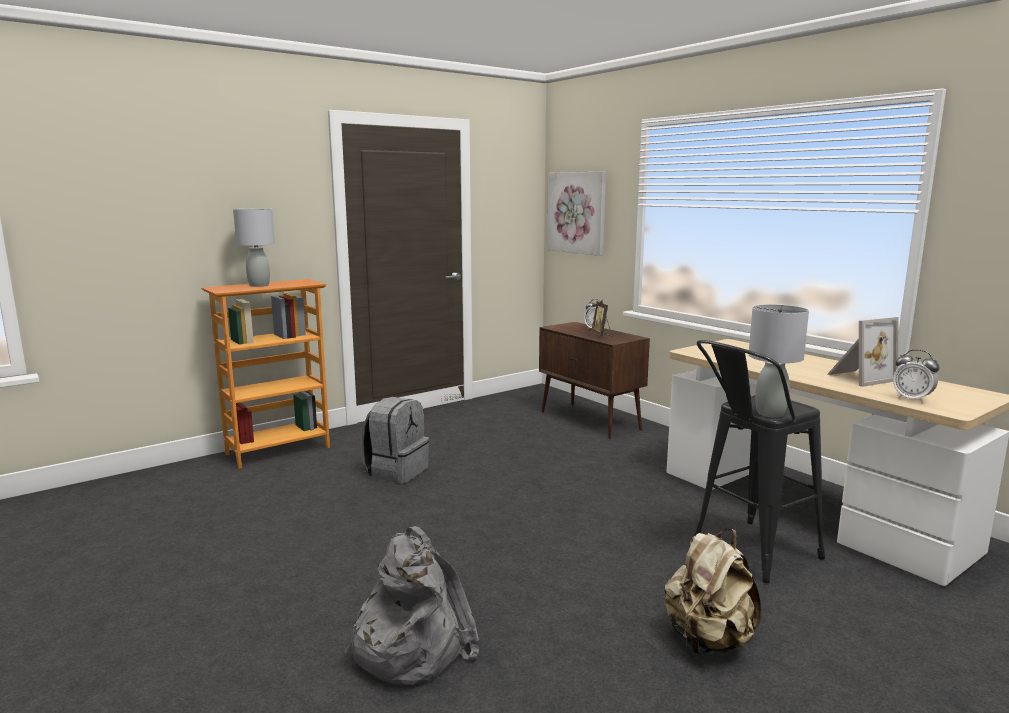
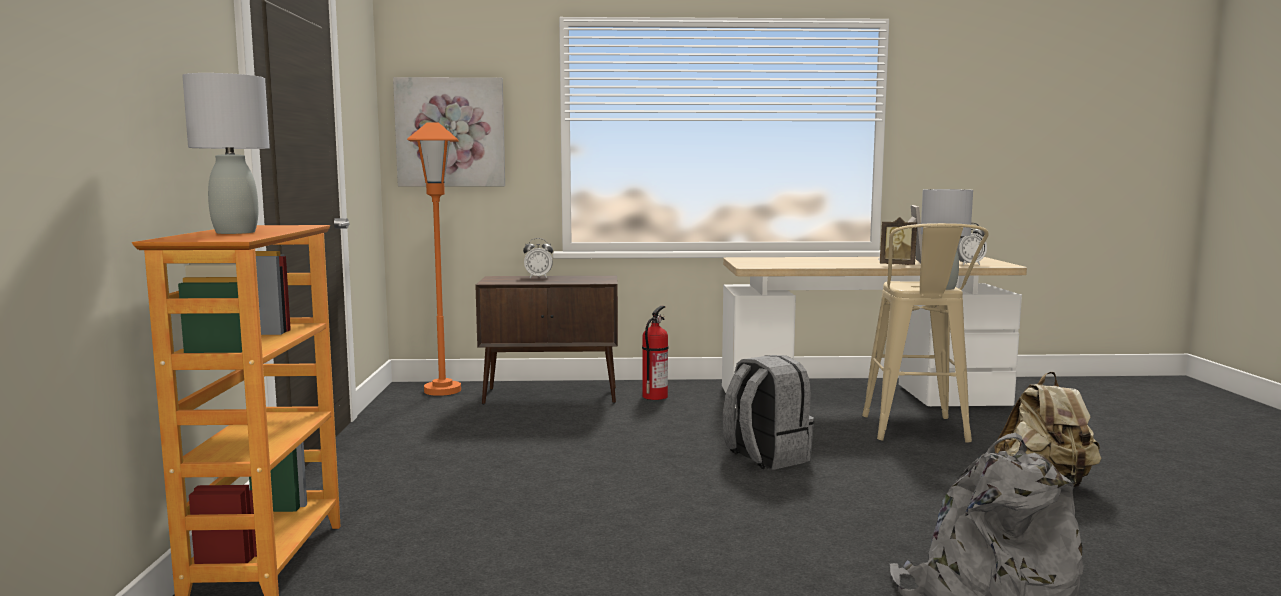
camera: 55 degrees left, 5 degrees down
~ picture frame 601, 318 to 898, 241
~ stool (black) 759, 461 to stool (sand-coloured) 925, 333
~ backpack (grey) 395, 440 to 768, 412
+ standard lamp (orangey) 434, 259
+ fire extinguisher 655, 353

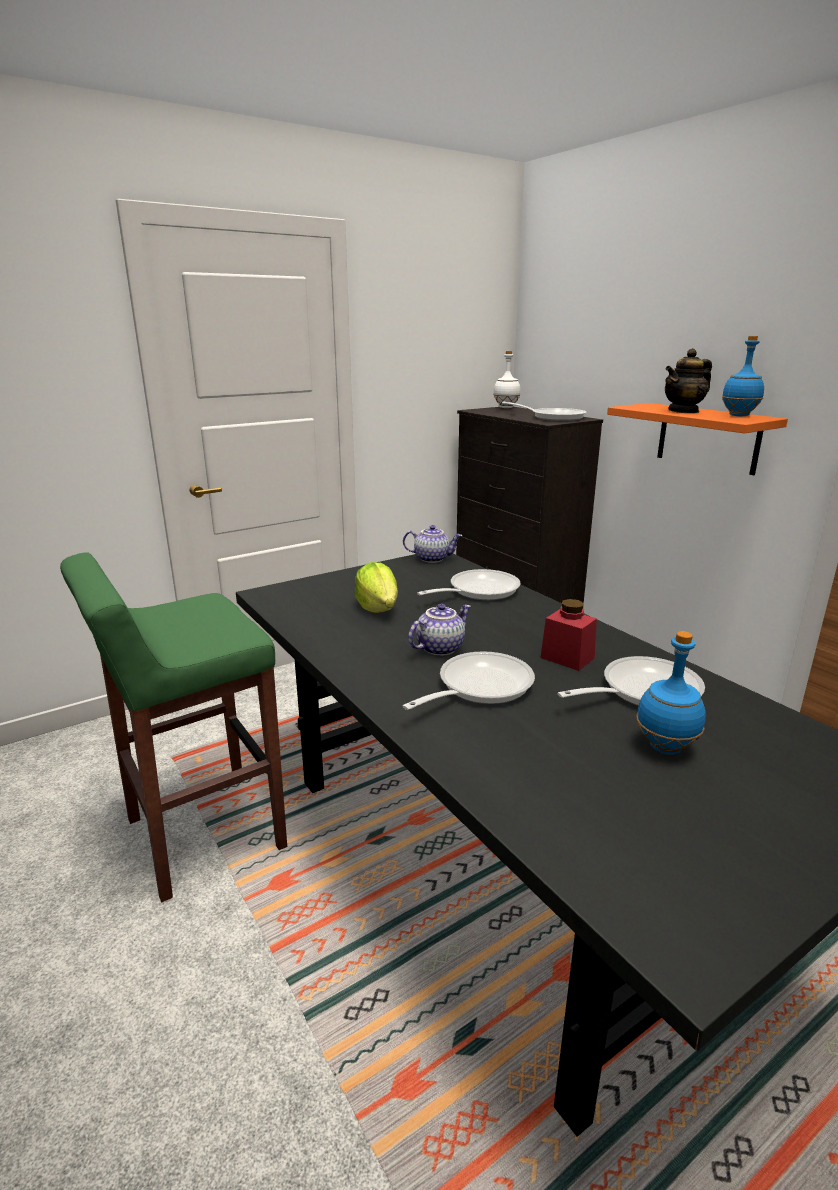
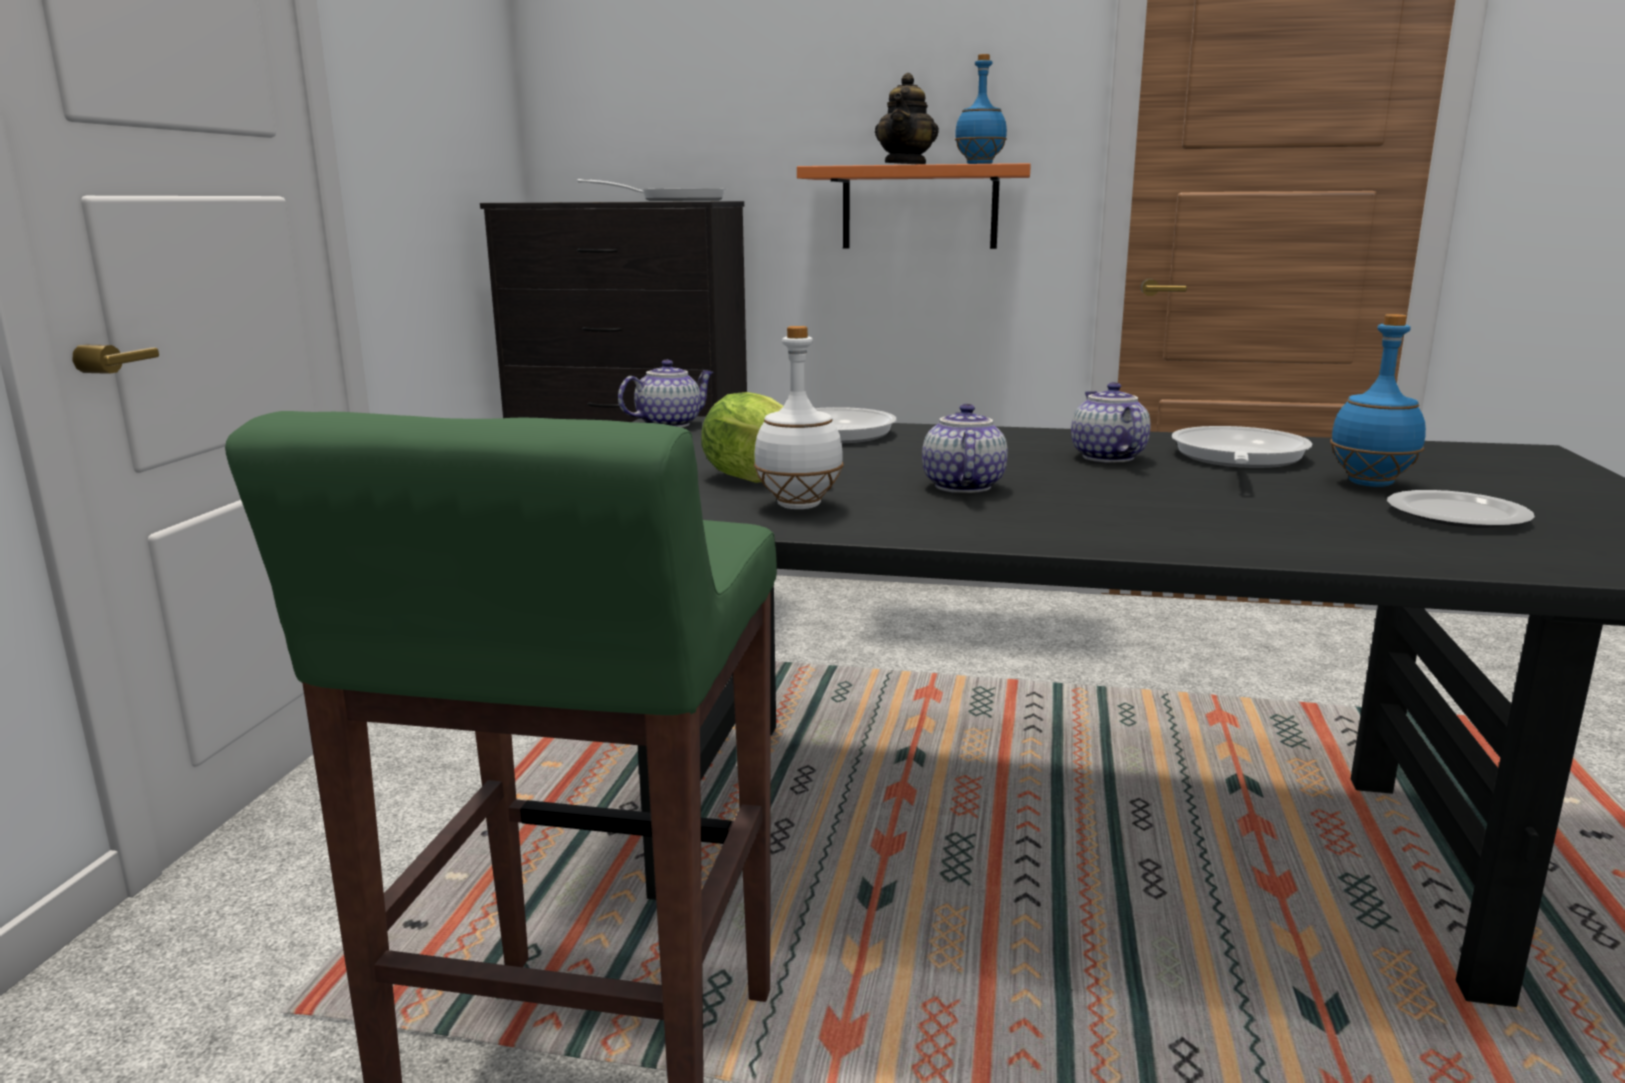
camera: 45 degrees left, 5 degrees down
~ bottle (white) 507, 379 to 799, 417
~ jar (red) 568, 635 to pot for tea 1111, 422
- skillet 469, 680
+ flat dish 1461, 509

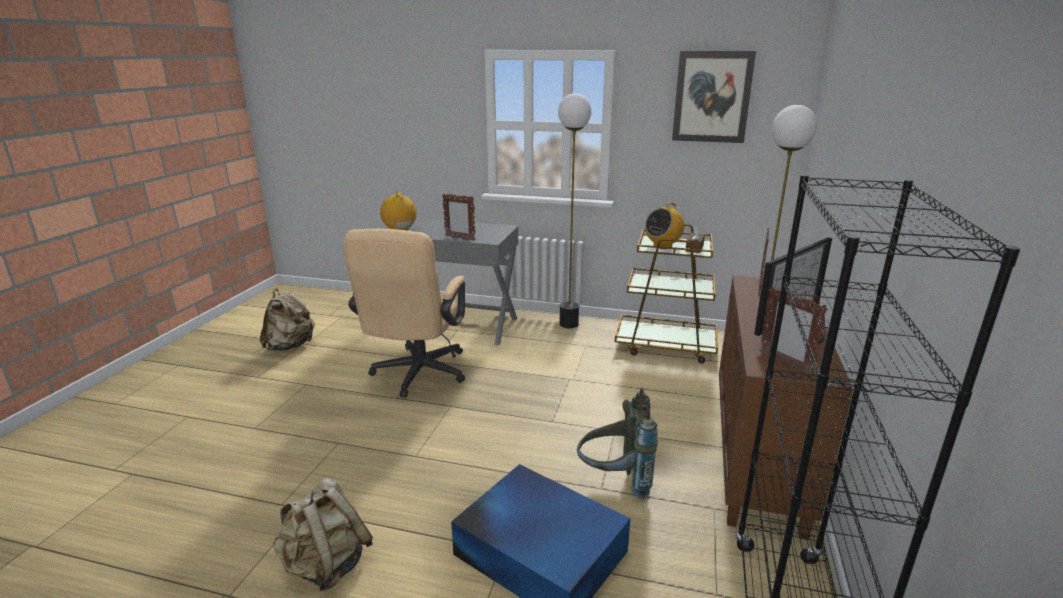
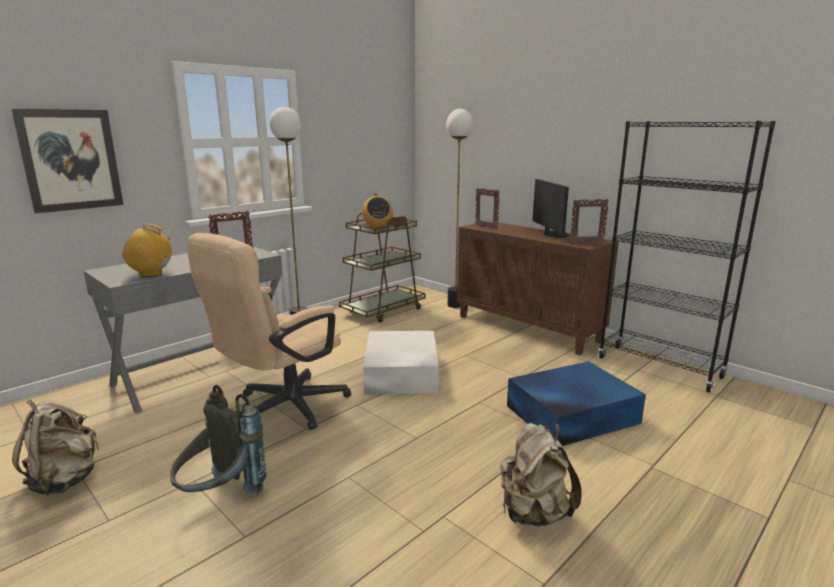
camera: 60 degrees left, 5 degrees down
~ wall picture 714, 97 to 67, 161
~ desk chair (sand-coloured) 404, 313 = 269, 331 90 degrees clockwise
~ backpack (grey) 617, 443 to 218, 440
+ storage bin (white) 401, 362

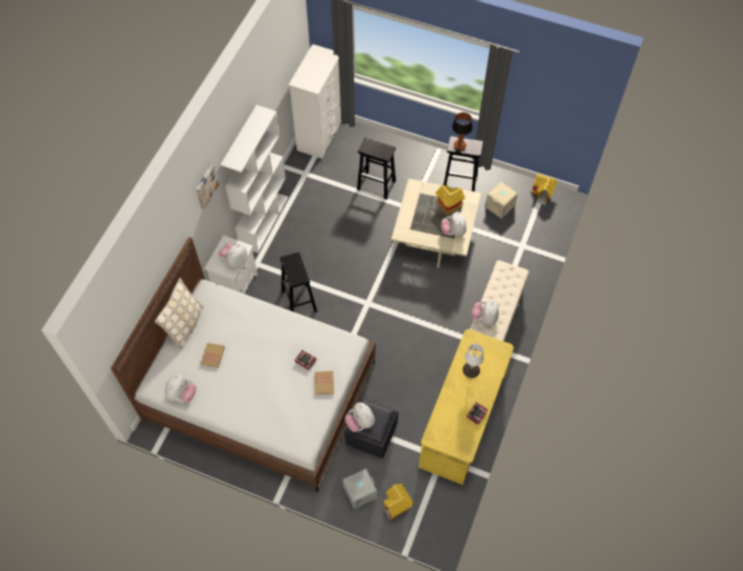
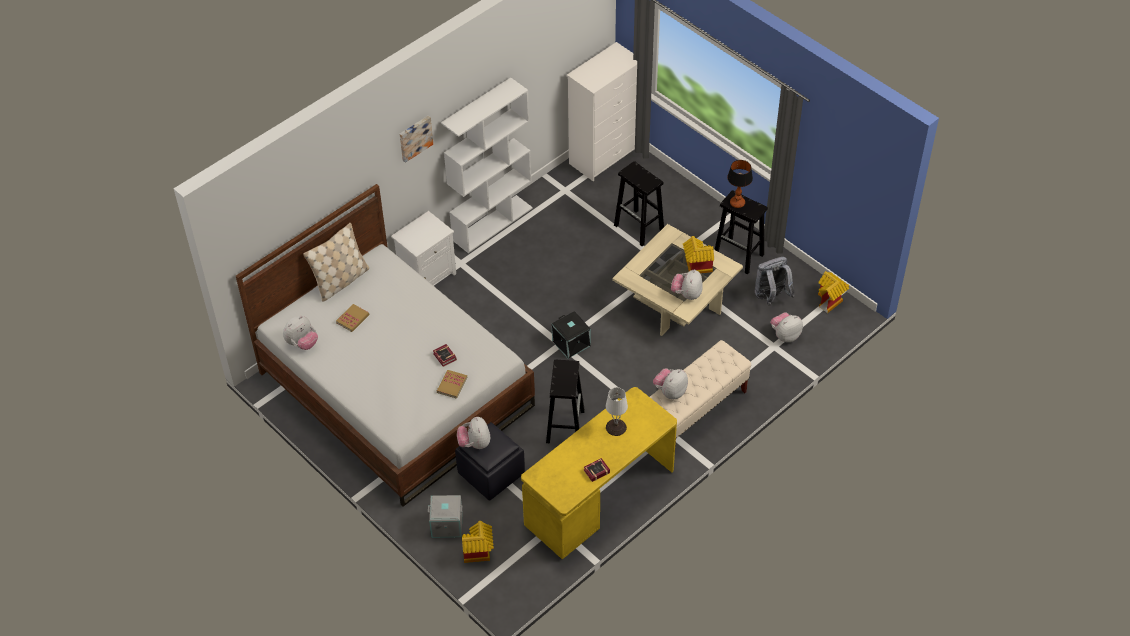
camera: 25 degrees right, 10 degrees down
~ storage bin (sand-coloured) 501, 200 to backpack (grey) 775, 281
~ plush toy 233, 255 to 786, 327
~ stool (black) 298, 282 to 565, 401
+ storage bin (black) 571, 334

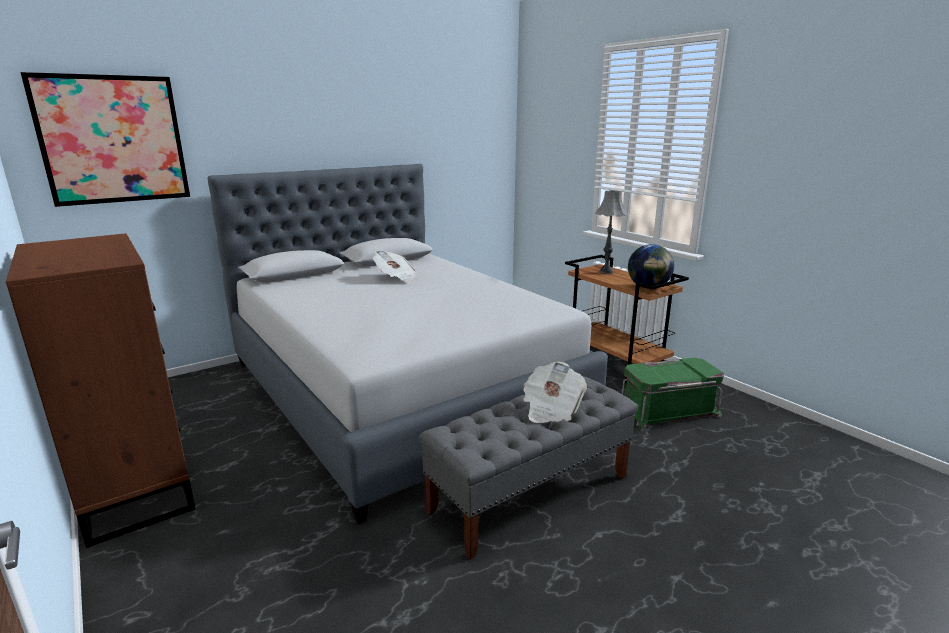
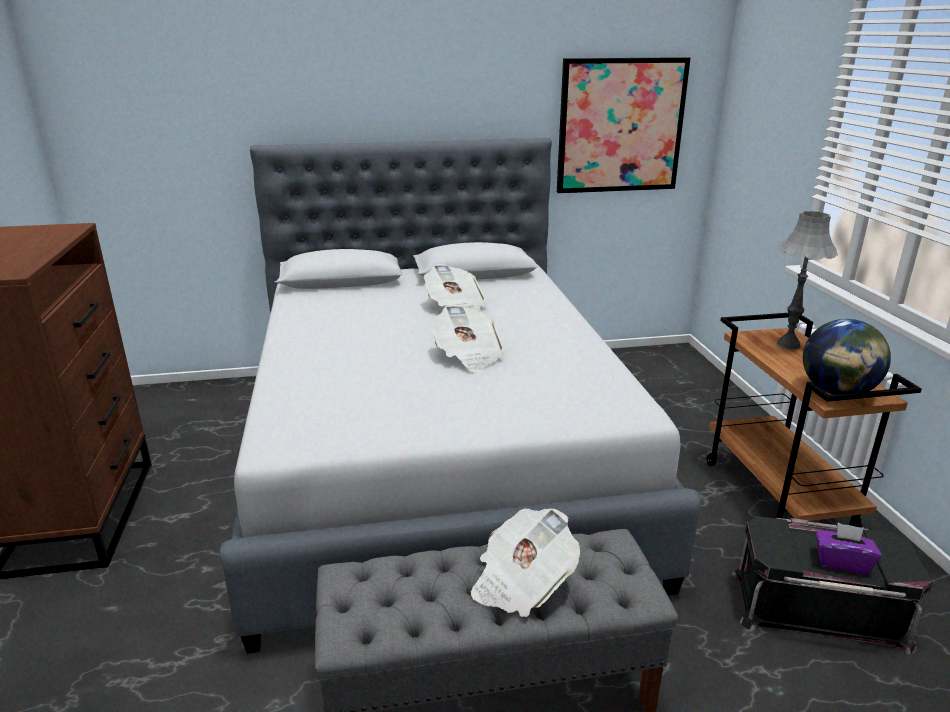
camera: 25 degrees right, 5 degrees up
~ wall picture 105, 139 to 624, 125
~ storage bin (green) 673, 393 to storage bin (black) 832, 585
+ printed paper 468, 338
+ tissue box (purple-coloured) 849, 548

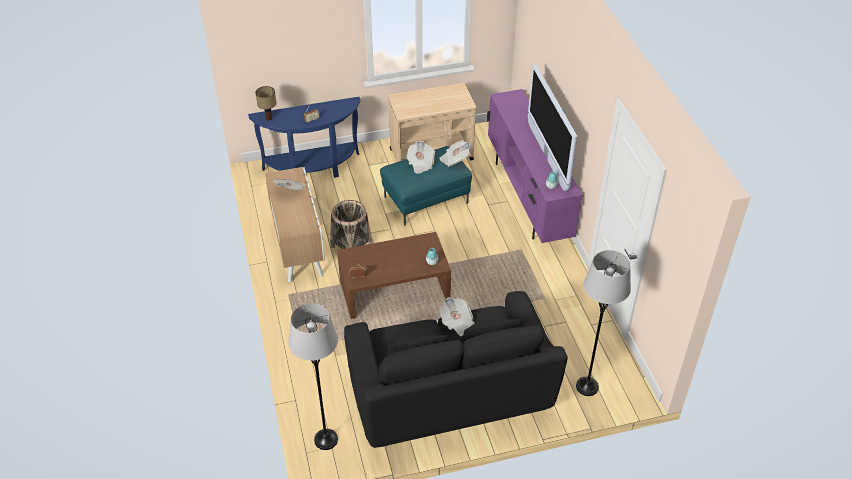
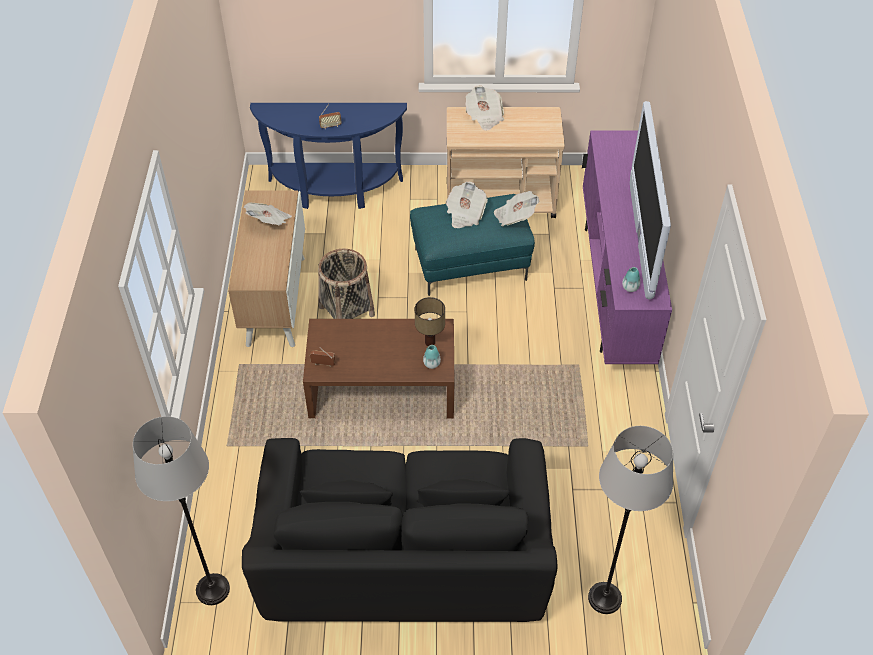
camera: 15 degrees right, 5 degrees up
~ tabletop lamp 265, 103 to 430, 321
~ printed paper 457, 316 to 484, 108

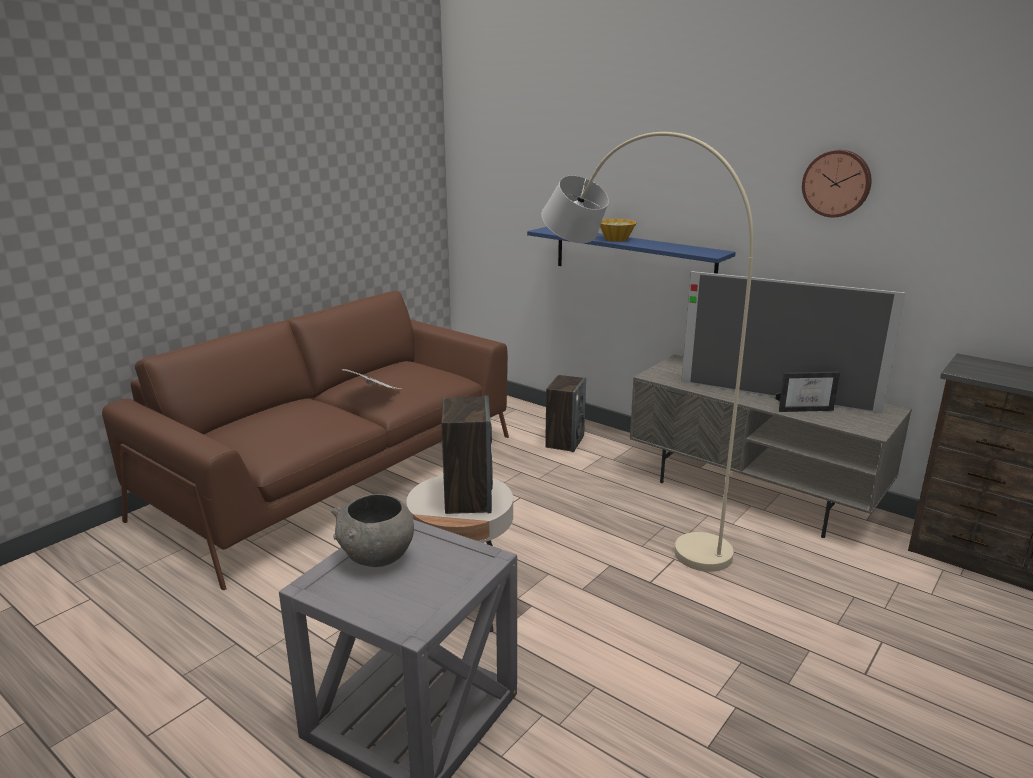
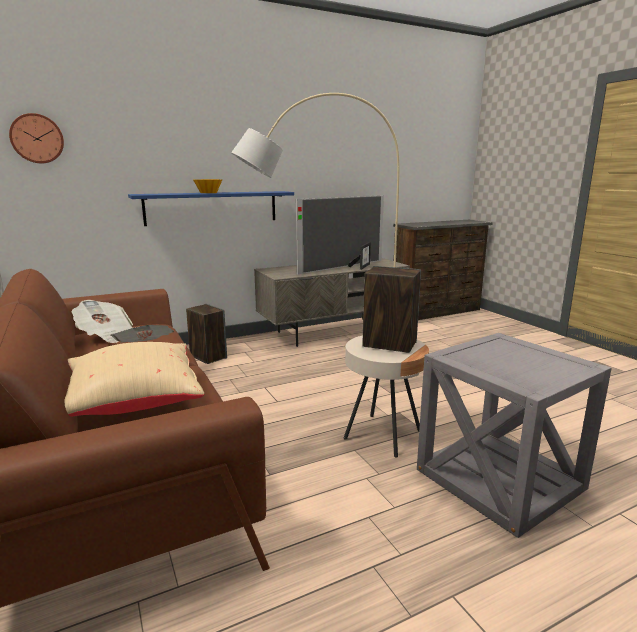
camera: 65 degrees left, 5 degrees down
~ hanging clock 837, 183 to 36, 138
- bowl (grey) 372, 530
+ printed paper 102, 321
+ cushion (sand-coloured) 134, 379

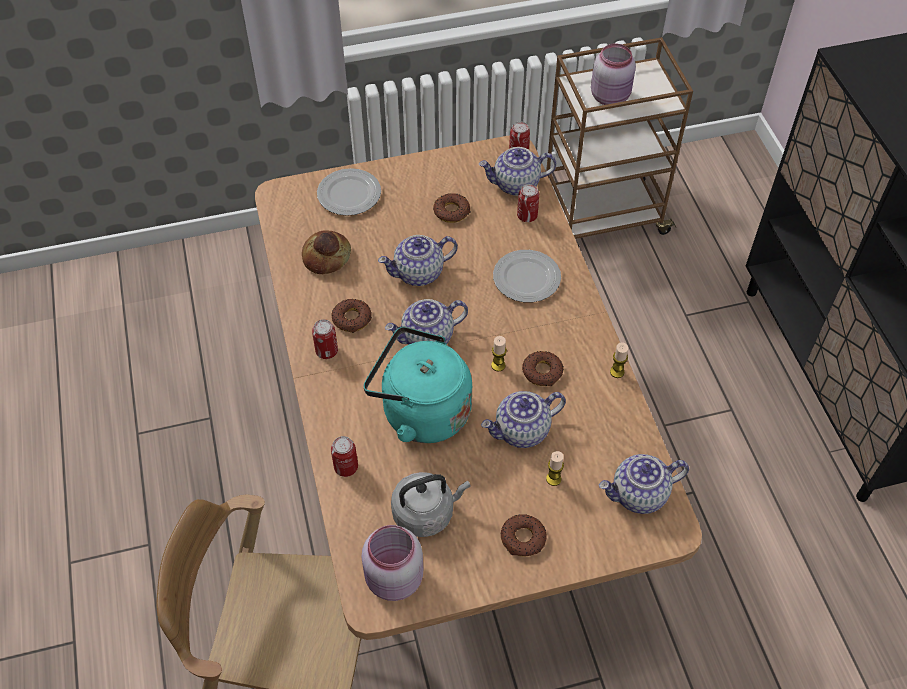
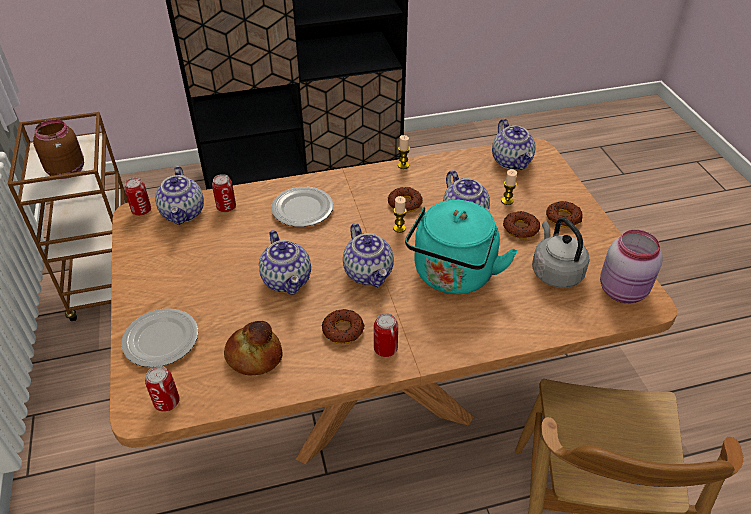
camera: 90 degrees left, 10 degrees down
~ jar (pinkish) 613, 74 to jar (brown) 58, 149
~ doughnut 451, 208 to 521, 225
~ metal can 344, 456 to 162, 389

